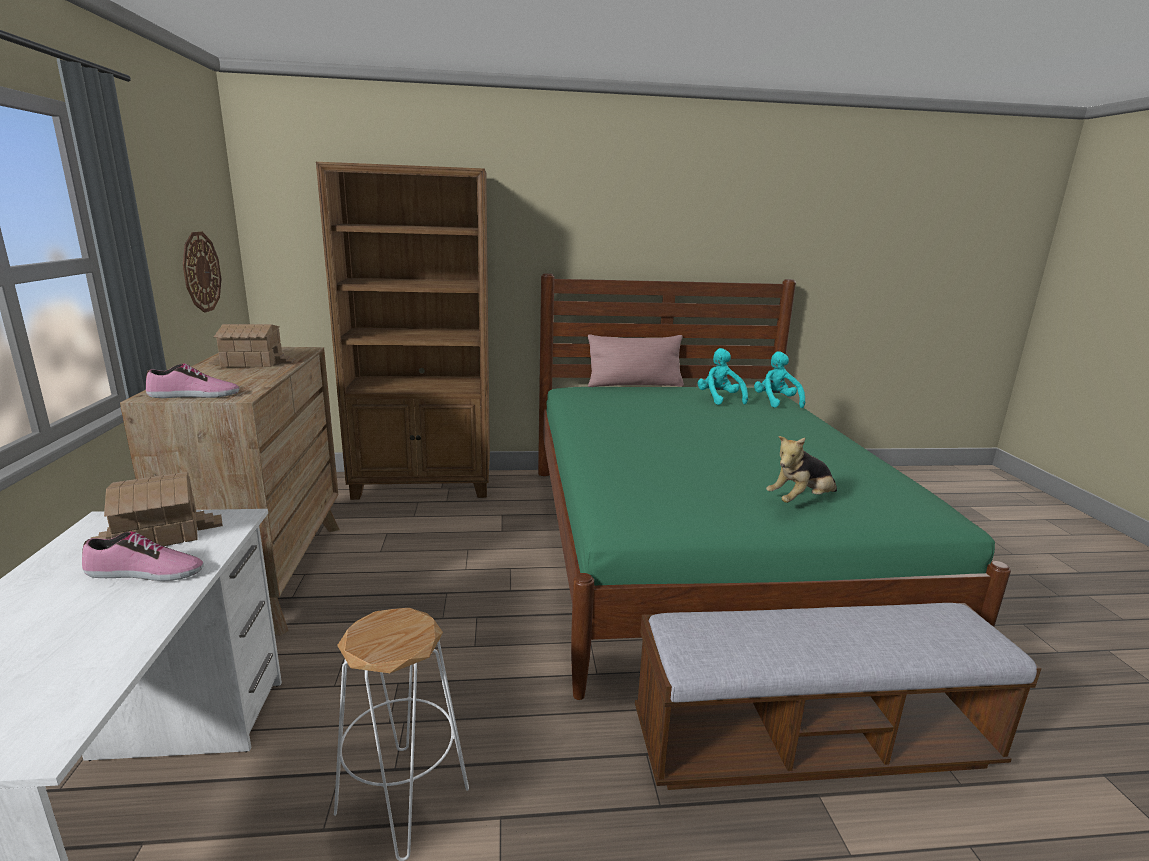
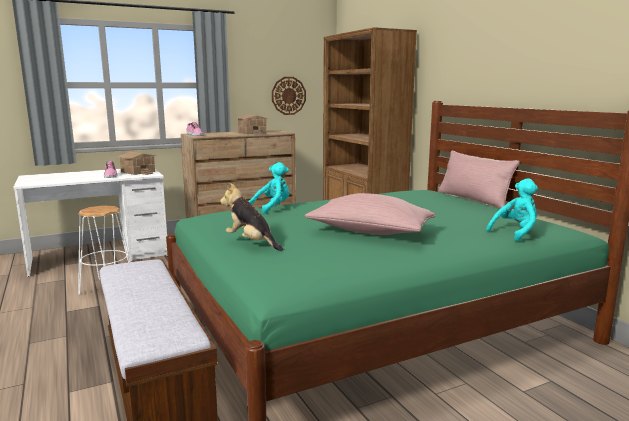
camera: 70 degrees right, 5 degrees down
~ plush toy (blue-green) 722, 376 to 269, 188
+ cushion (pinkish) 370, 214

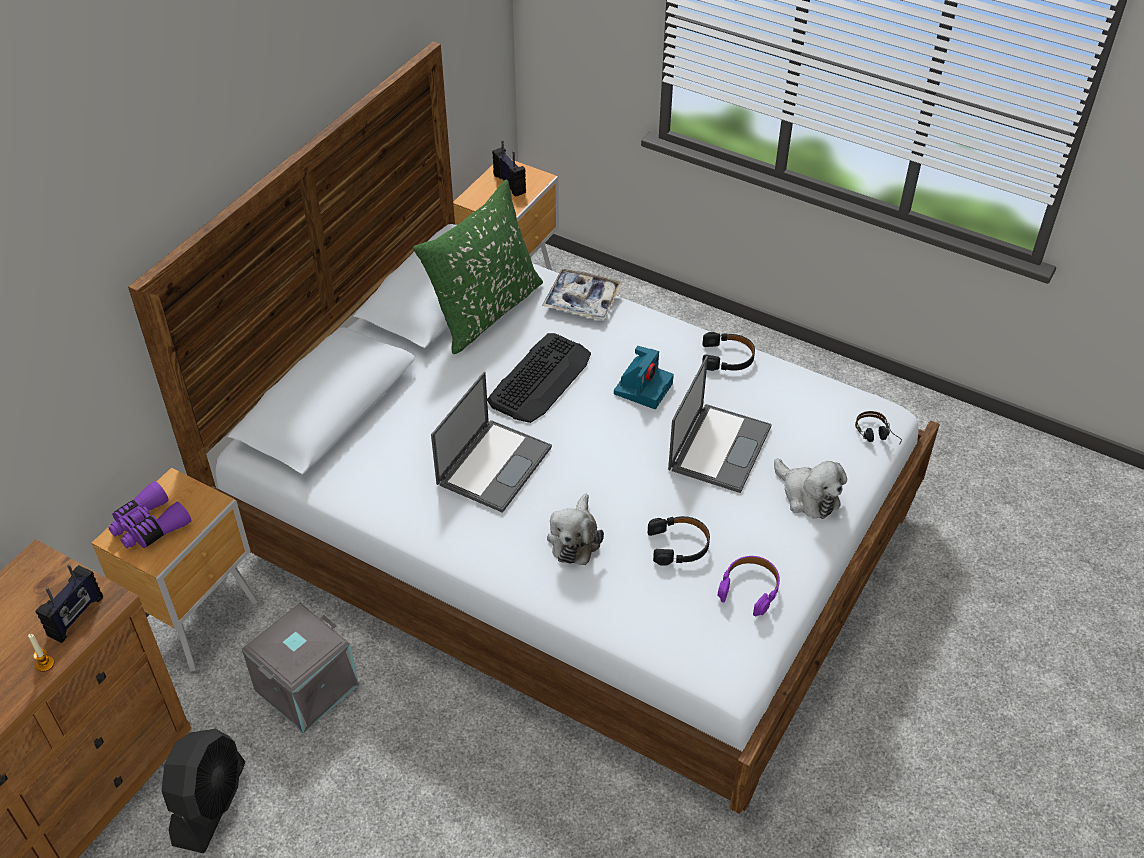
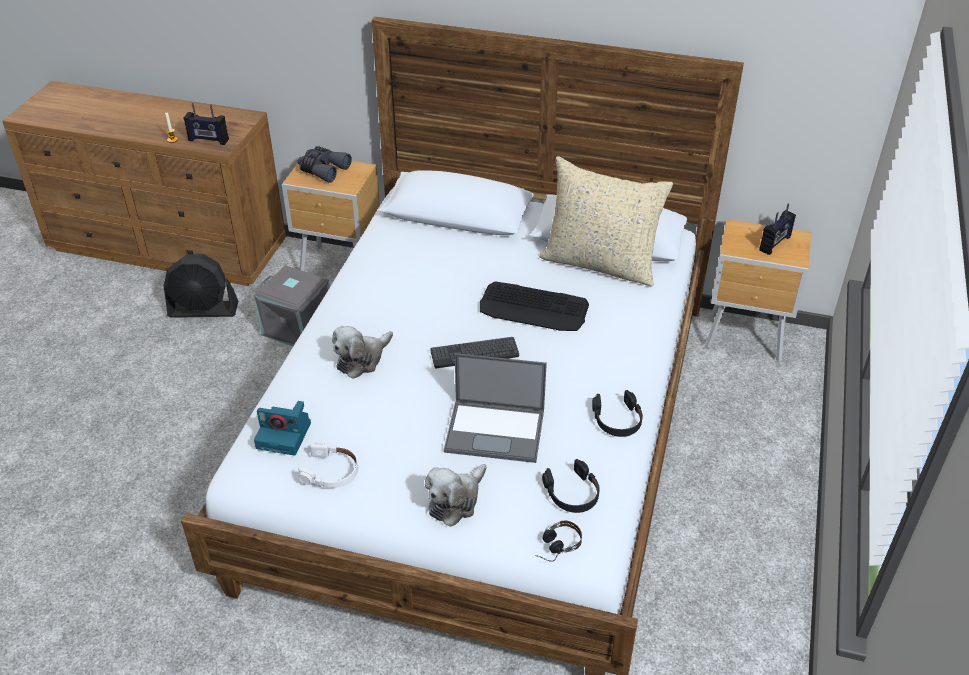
camera: 75 degrees right, 5 degrees down
~ cushion (green) 478, 267 to cushion (sand-coloured) 606, 221
- serving tray 582, 294
~ still camera 644, 377 to 282, 428
- portable computer 491, 442
~ field glasses (purple-coloured) 150, 514 to field glasses (grey) 325, 164
~ plush toy 575, 529 = 362, 352 45 degrees counterclockwise
~ pair of headphones (black) 679, 541 to 571, 486
~ pair of headphones (purple-coloured) 748, 586 to pair of headphones (white) 328, 465
+ keyboard 475, 352

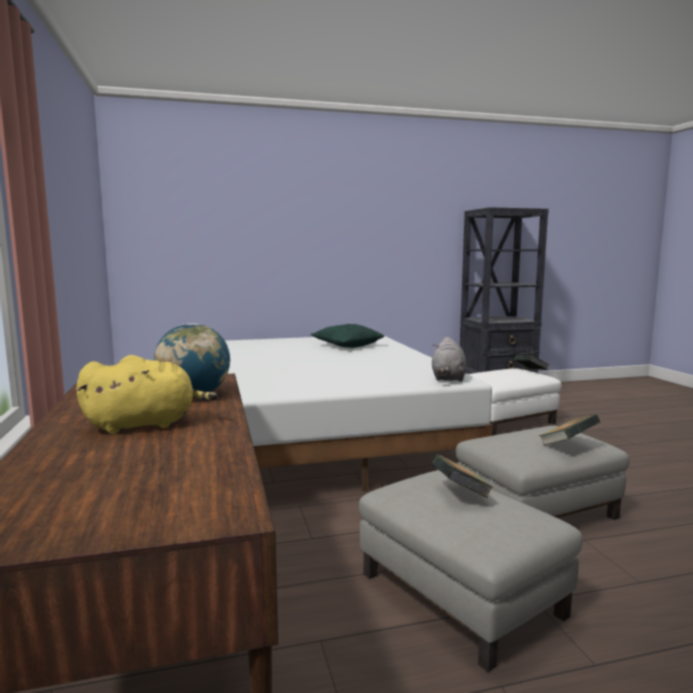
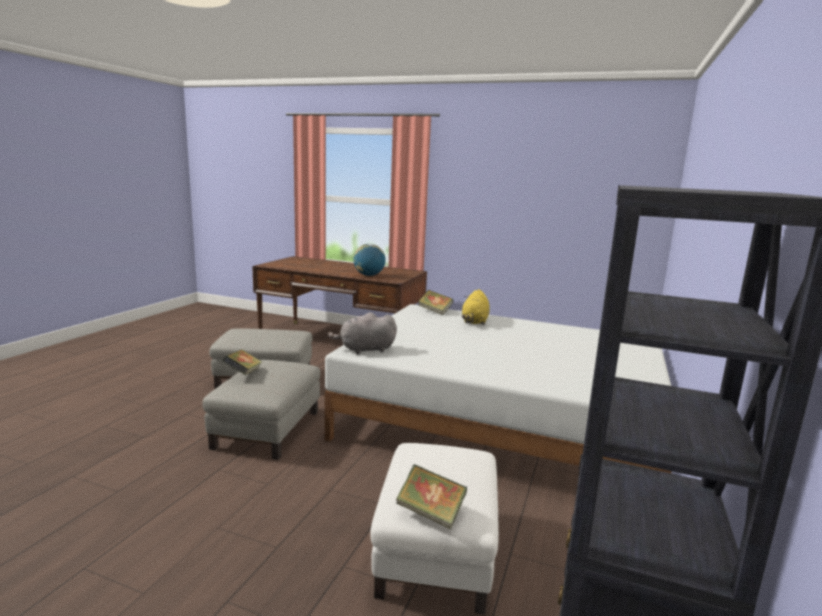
camera: 125 degrees right, 5 degrees up
- cushion (green) 347, 336
~ plush toy (grey) 449, 359 = 362, 333 60 degrees counterclockwise
~ plush toy (yellow) 147, 394 to 476, 307
~ volume 463, 476 to 435, 302

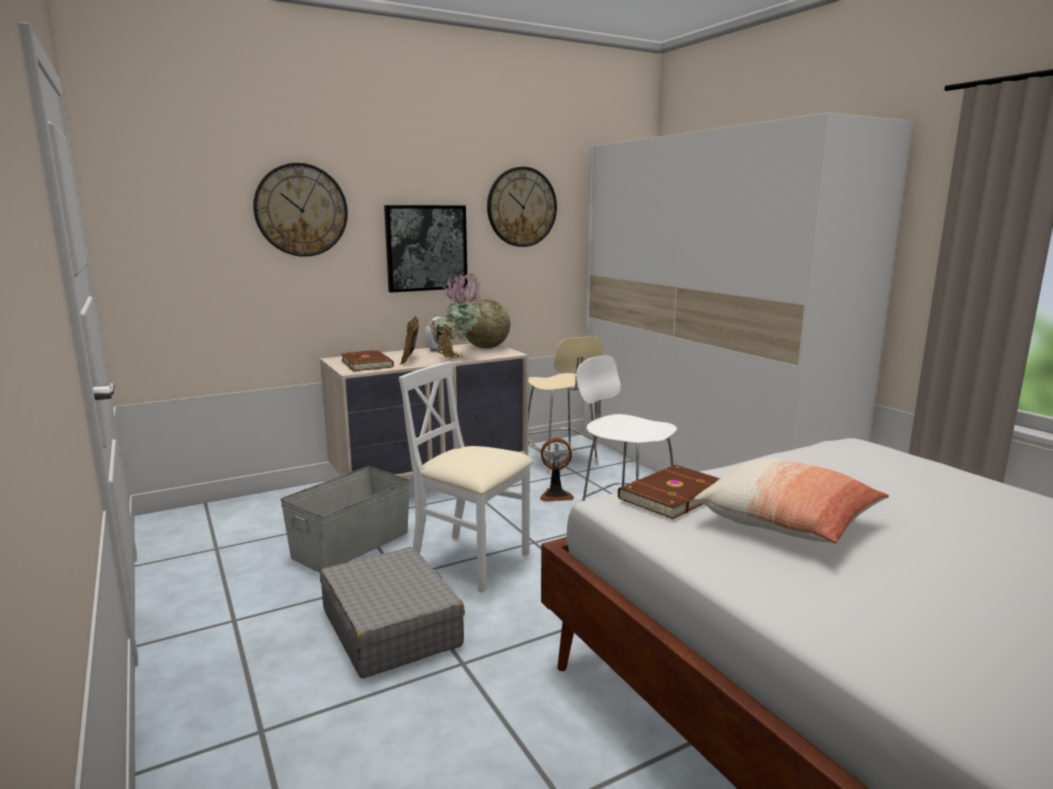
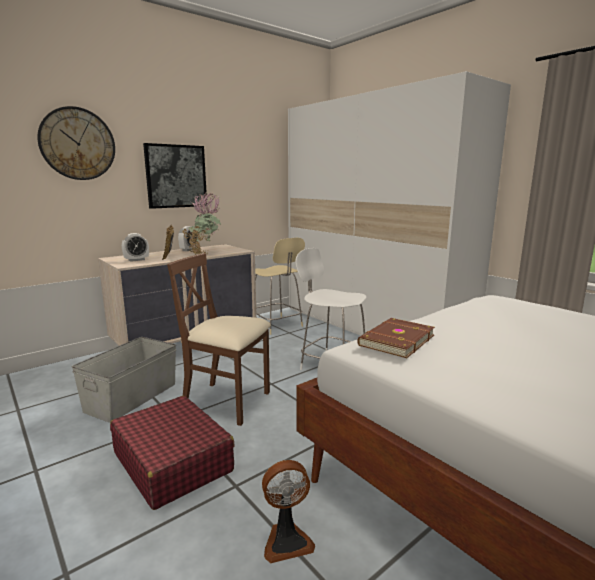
camera: 10 degrees left, 0 degrees up
- hanging clock 522, 207
- desk globe 486, 324
~ volume (brown) 367, 360 to bedside clock 135, 247
~ plain chair (white) 466, 477 to plain chair (brown) 219, 339
~ electric fan 557, 469 to 288, 511
- cushion 791, 500
~ travel case (grey) 392, 612 to travel case (red) 172, 453

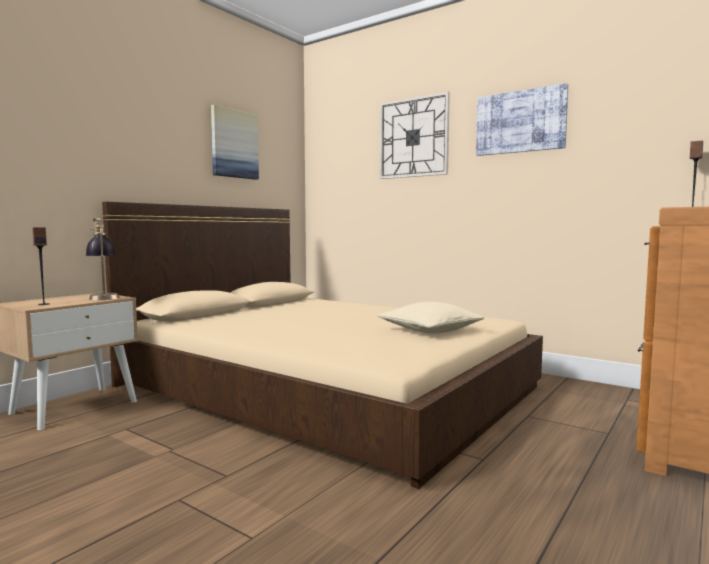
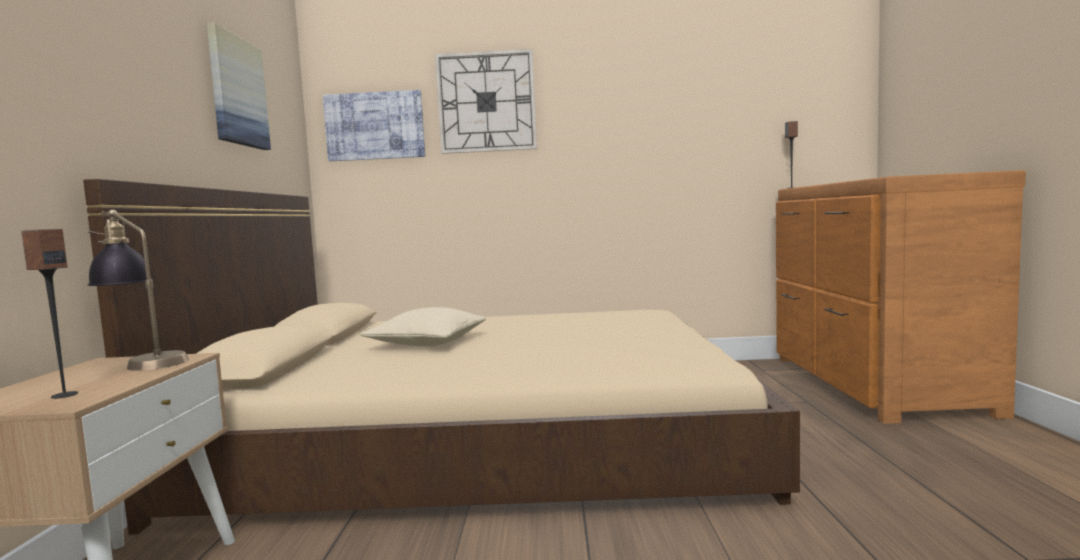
camera: 35 degrees left, 0 degrees up
~ wall picture 522, 119 to 374, 125
~ cushion (sand-coloured) 430, 318 to 423, 326

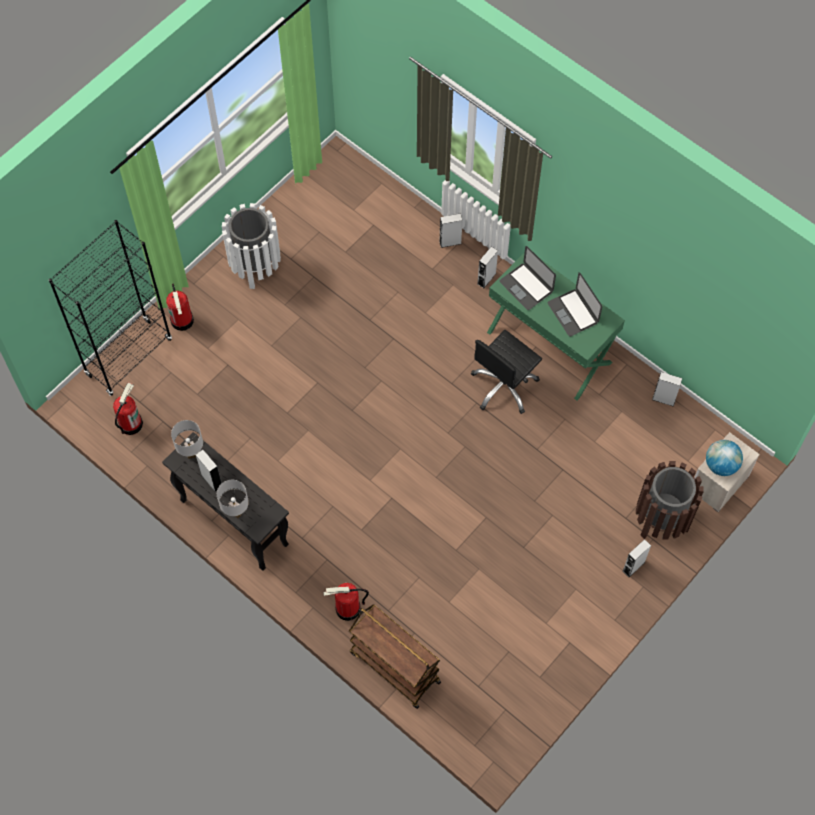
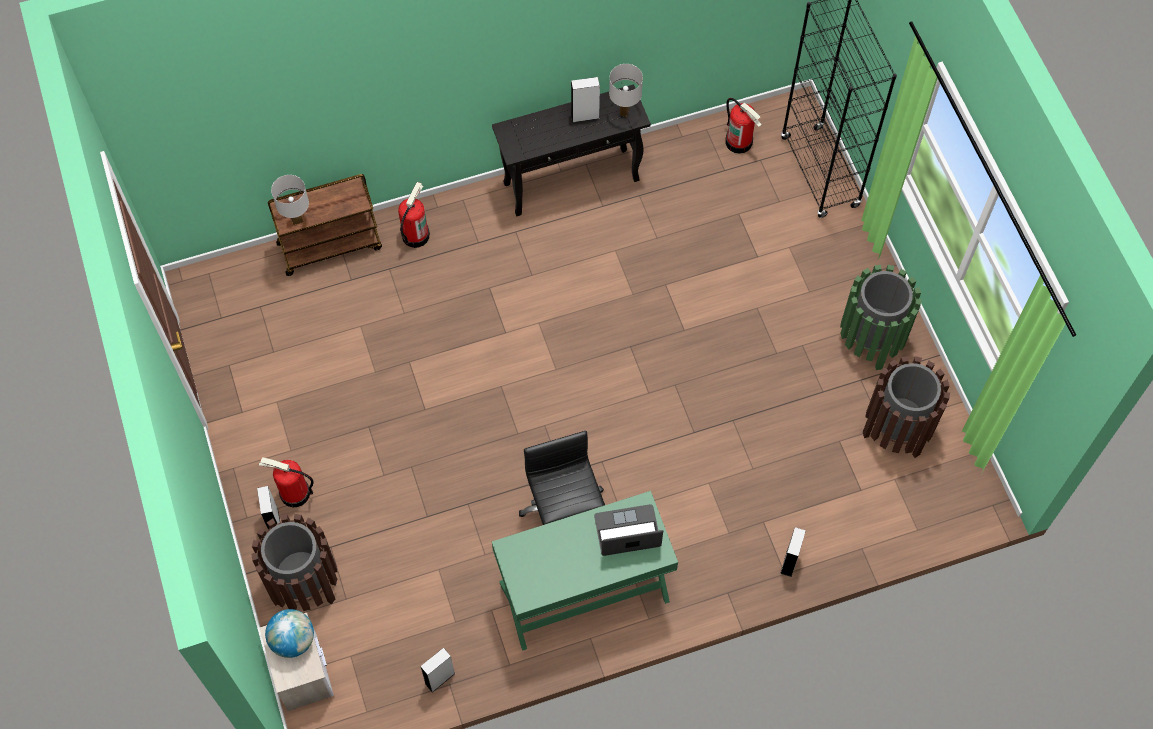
camera: 120 degrees right, 0 degrees up
~ waste bin (white) 251, 246 to waste bin (green) 881, 317
- speaker (grey) 487, 267
- portable computer 575, 304
~ fire extinguisher 180, 307 to 286, 482
~ tabletop lamp (white) 233, 499 to 290, 200
+ waste bin (brown) 906, 407

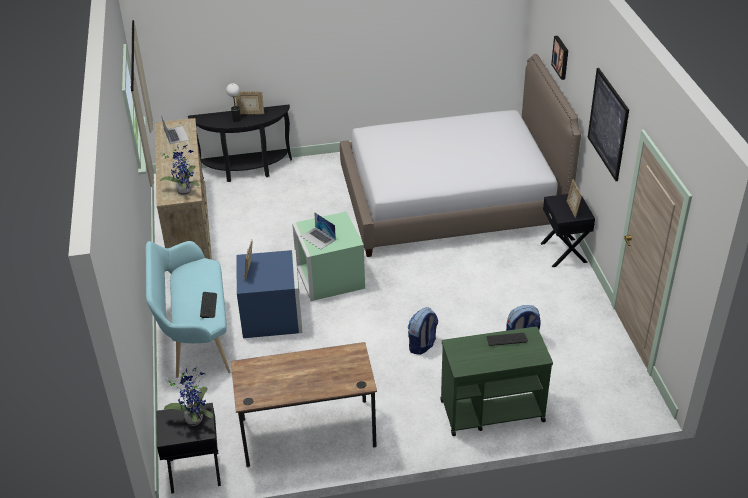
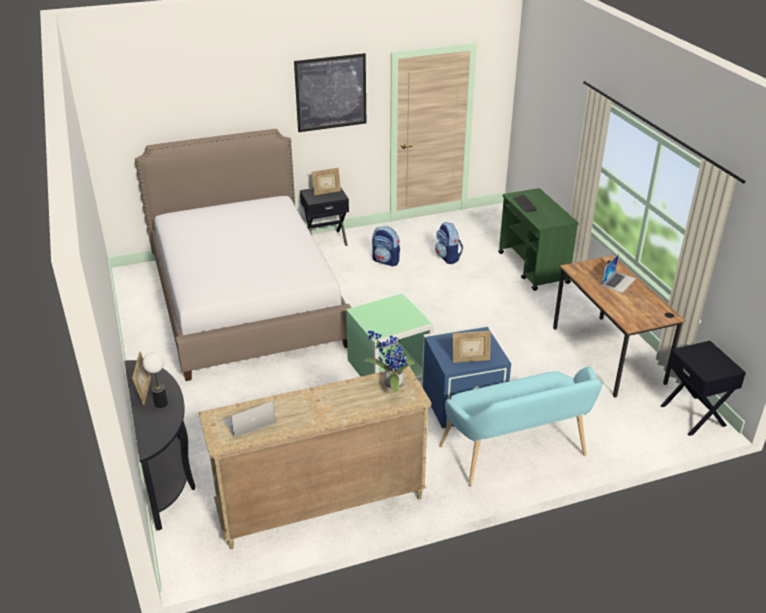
camera: 100 degrees left, 5 degrees down
- wall picture 559, 58
~ portable computer 318, 231 to 619, 273
- keyboard 208, 305
~ backpack 423, 331 to 386, 246
- plant in a pot 188, 396

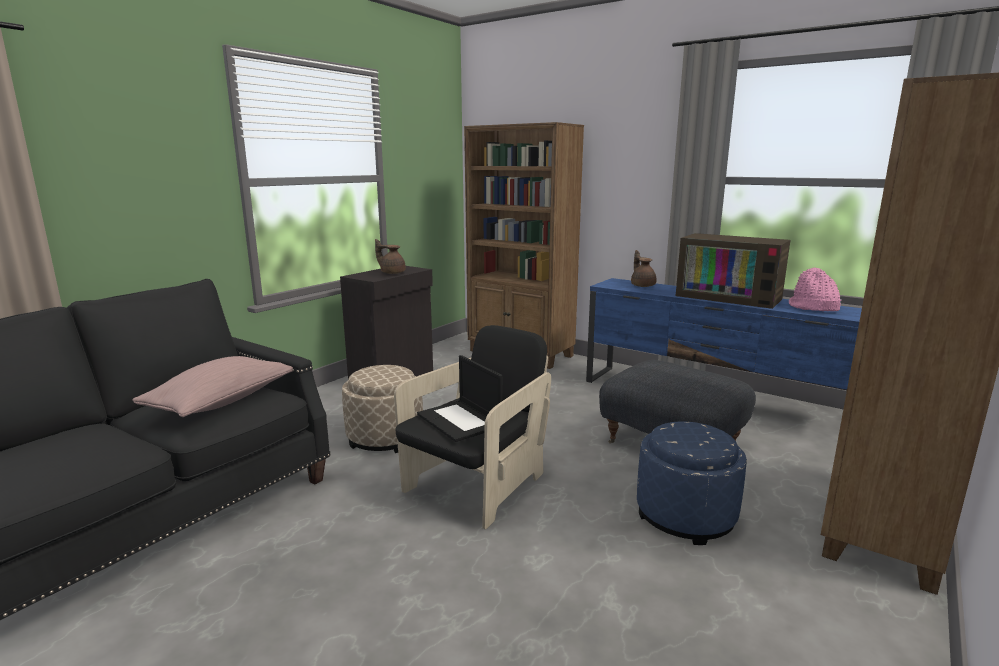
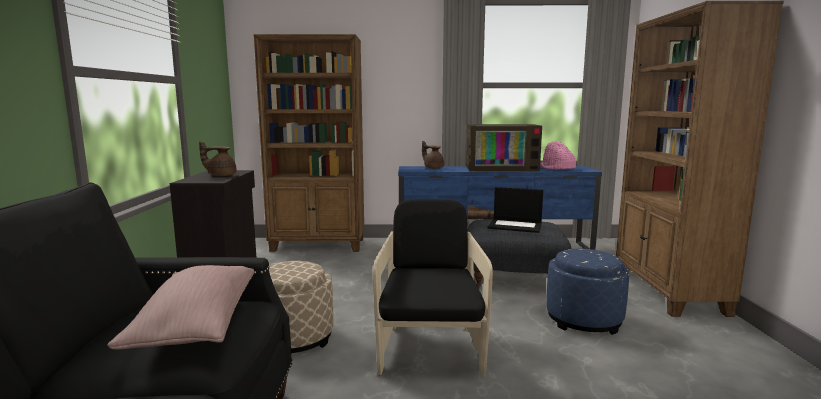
camera: 35 degrees left, 5 degrees down
~ portable computer 460, 398 to 515, 210

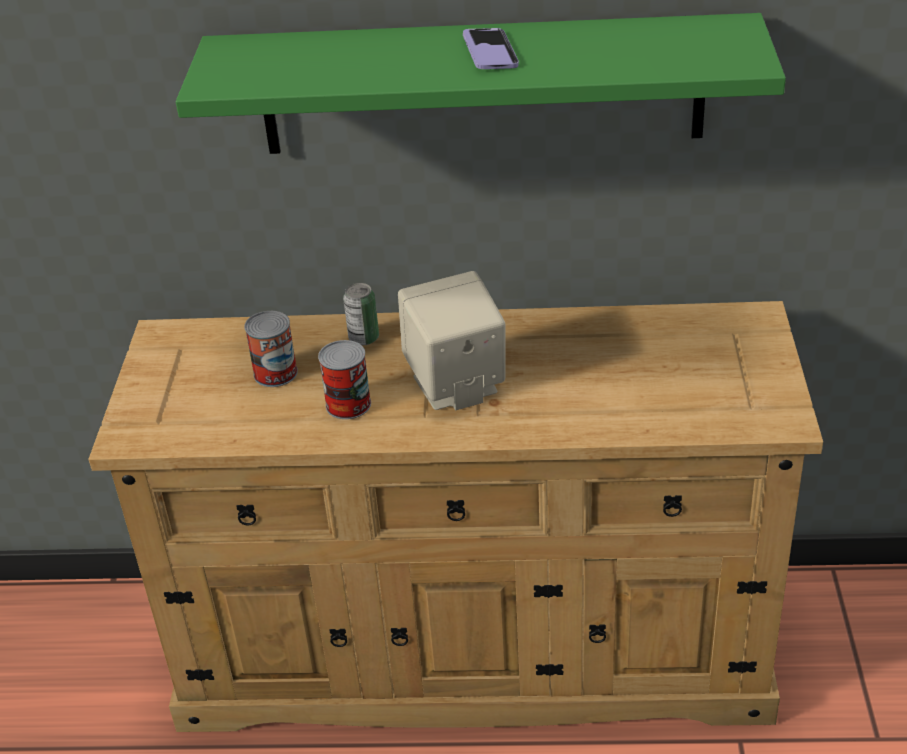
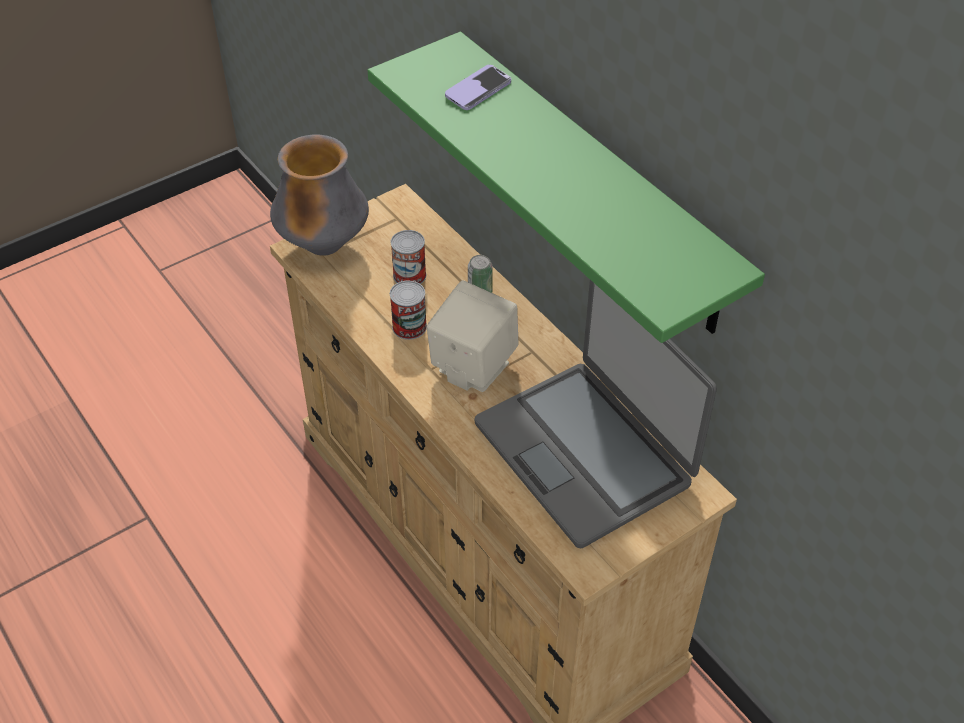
camera: 50 degrees right, 10 degrees up
~ telephone 491, 48 to 478, 87
+ flower vase 319, 195
+ portable computer 596, 414

